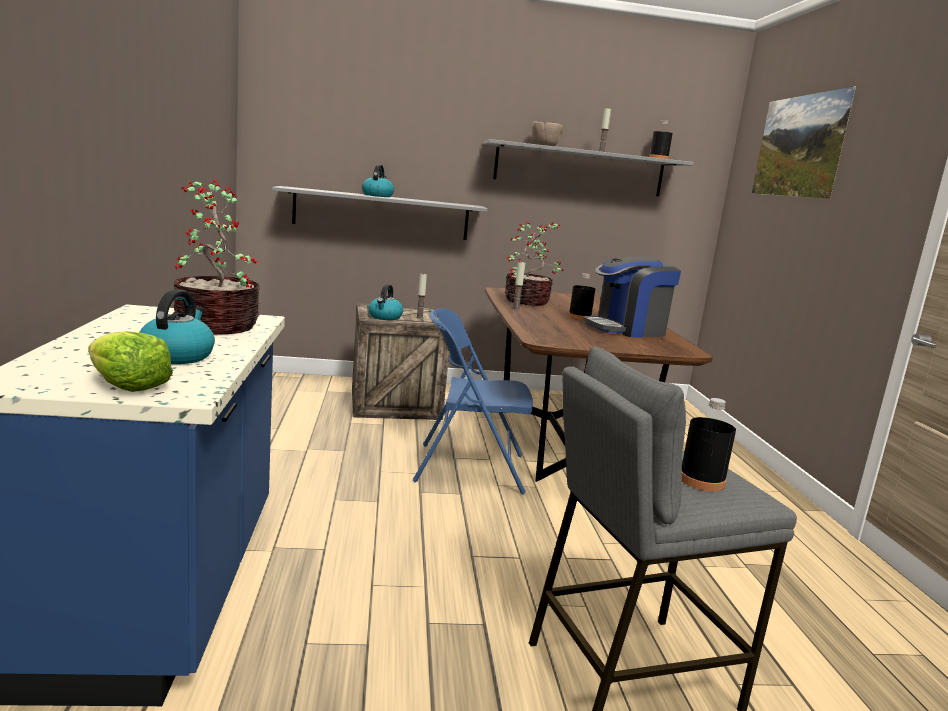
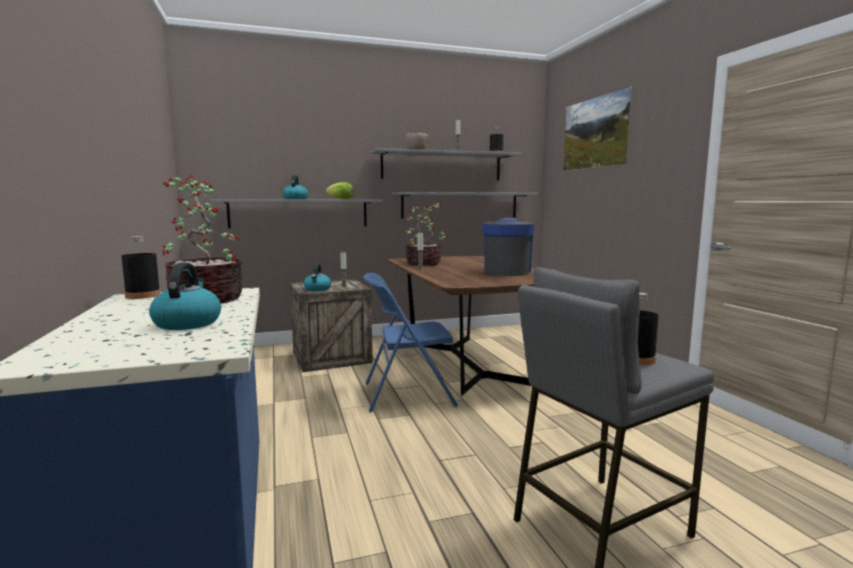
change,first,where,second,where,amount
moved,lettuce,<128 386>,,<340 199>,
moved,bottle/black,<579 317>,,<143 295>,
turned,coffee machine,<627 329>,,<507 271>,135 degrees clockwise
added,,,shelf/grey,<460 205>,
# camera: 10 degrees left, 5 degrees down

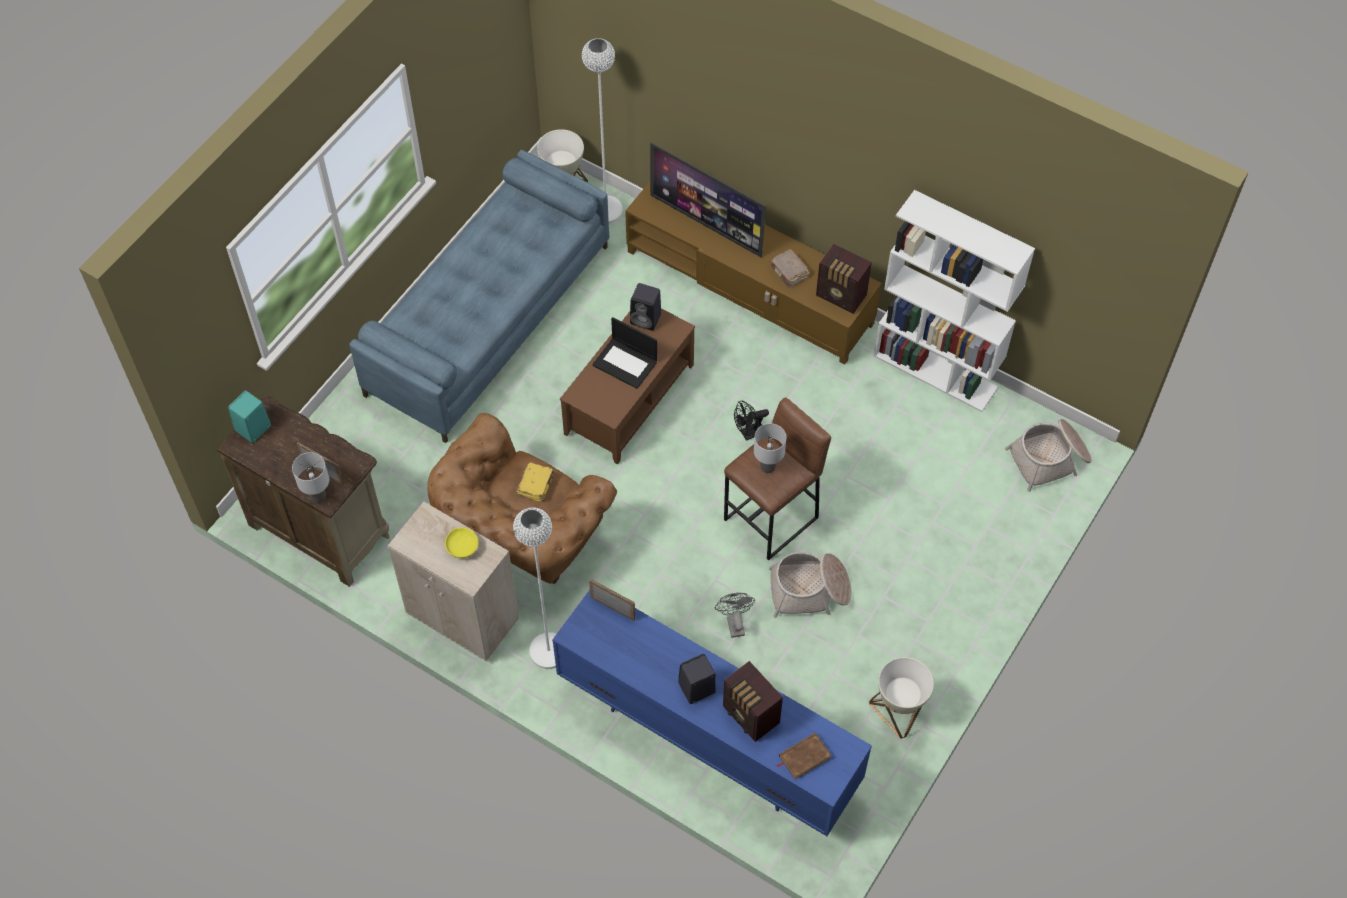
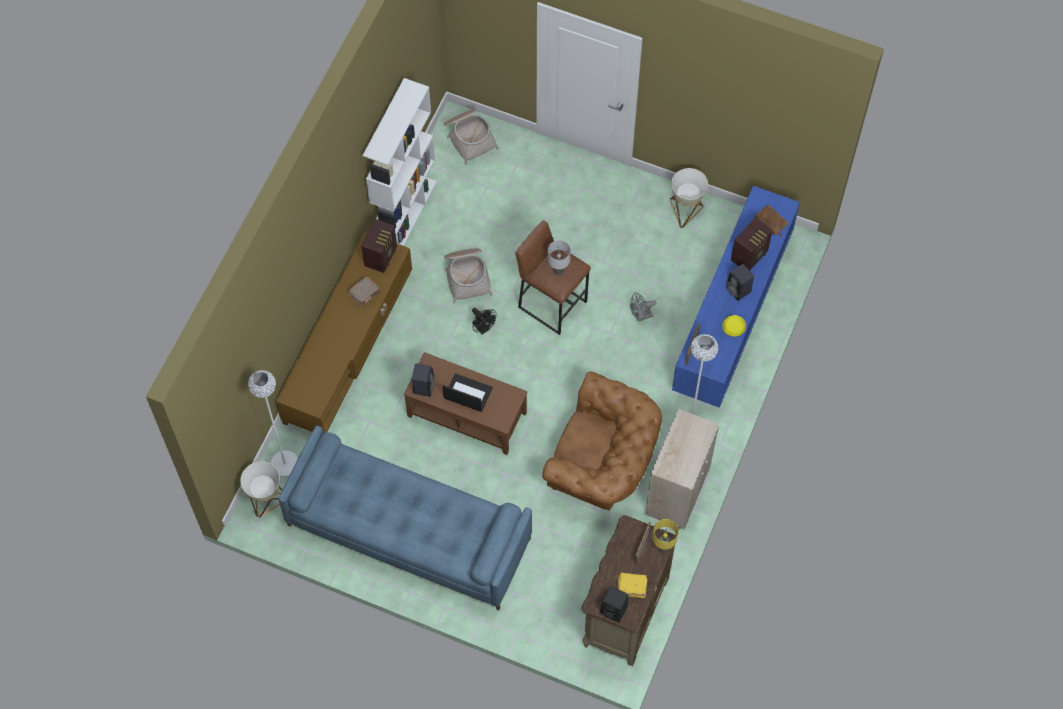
change,first,where,second,where,amount
recoloured,speaker/turquoise,<252 429>,speaker/black,<614 610>,
recoloured,table lamp/white,<318 496>,table lamp/yellow,<662 547>,
moved,bowl/yellow,<462 548>,,<733 329>,
moved,book/yellow,<536 485>,,<631 587>,
turned,laptop,<626 363>,,<467 393>,90 degrees counterclockwise
removed,television,<707 224>,,,
moved,basket,<809 591>,,<467 276>,
# camera: 100 degrees left, 5 degrees up

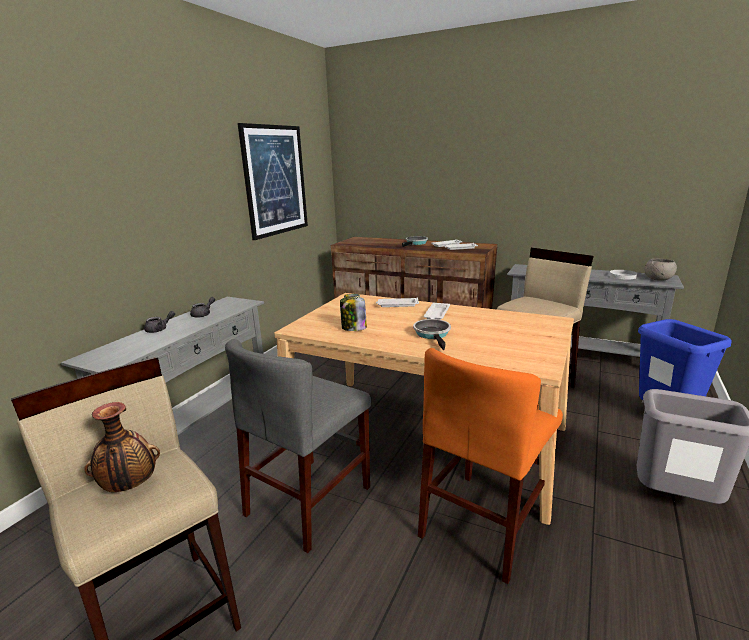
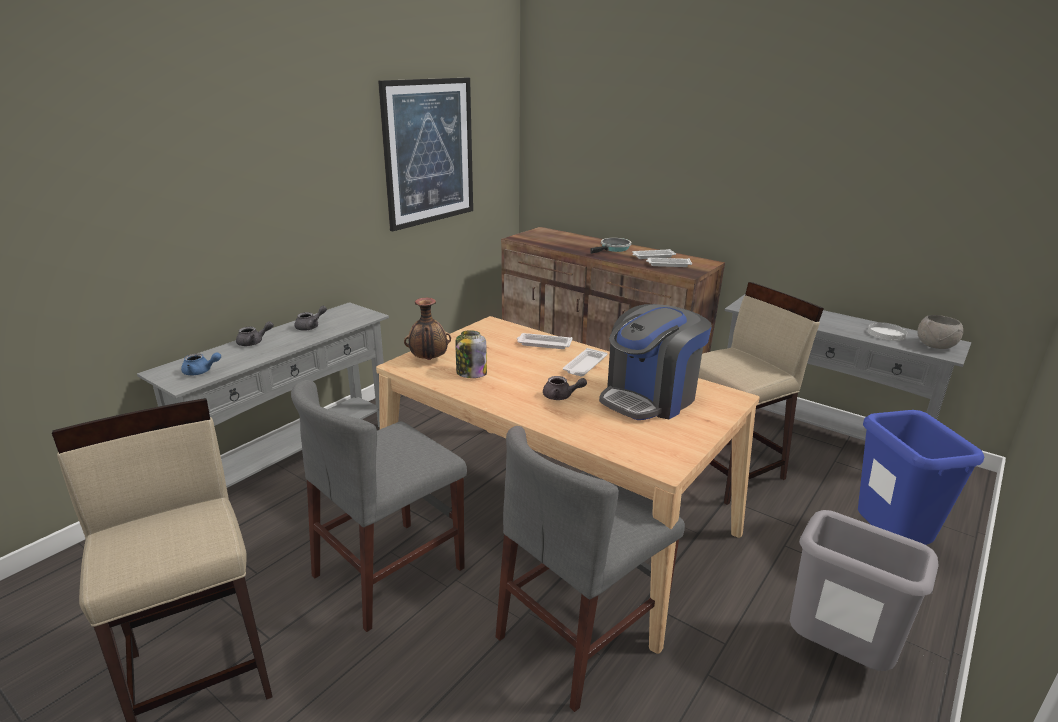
change,first,where,second,where,amount
moved,vase,<129 486>,,<428 359>,
replaced,frying pan,<433 334>,teapot/grey,<561 396>,
recoloured,chair/orange,<484 522>,chair/grey,<580 636>,
added,,,teapot/blue,<201 372>,
added,,,coffee machine,<650 398>,
# camera: 10 degrees right, 5 degrees up

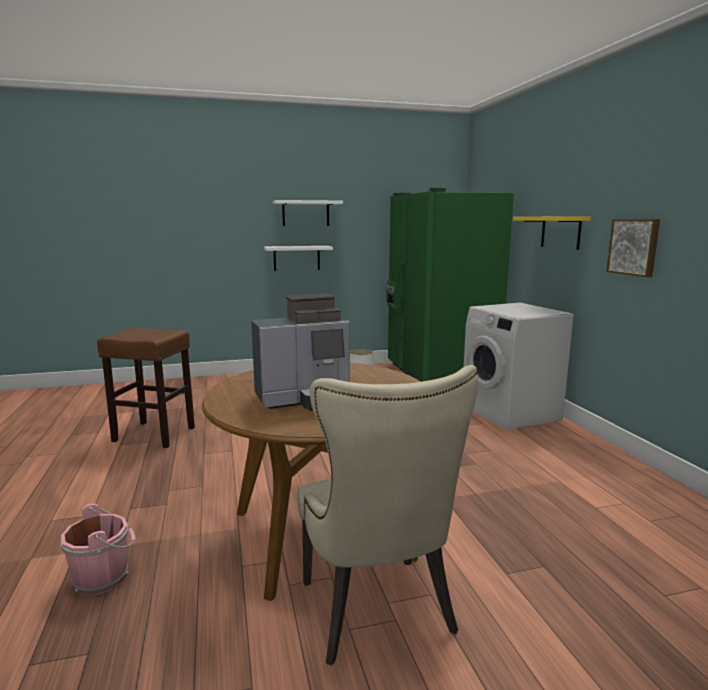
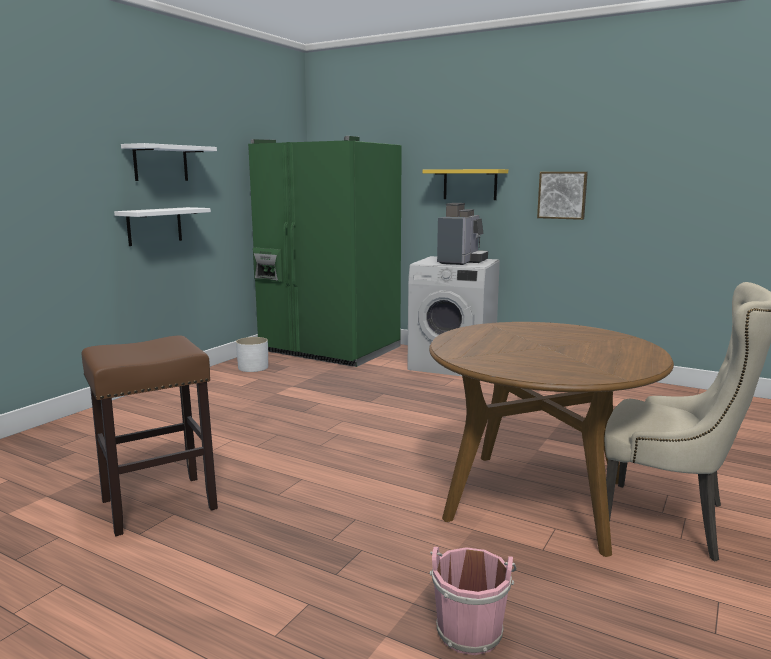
change,first,where,second,where,amount
moved,coffee machine,<306 399>,,<461 261>,
# camera: 45 degrees left, 0 degrees up

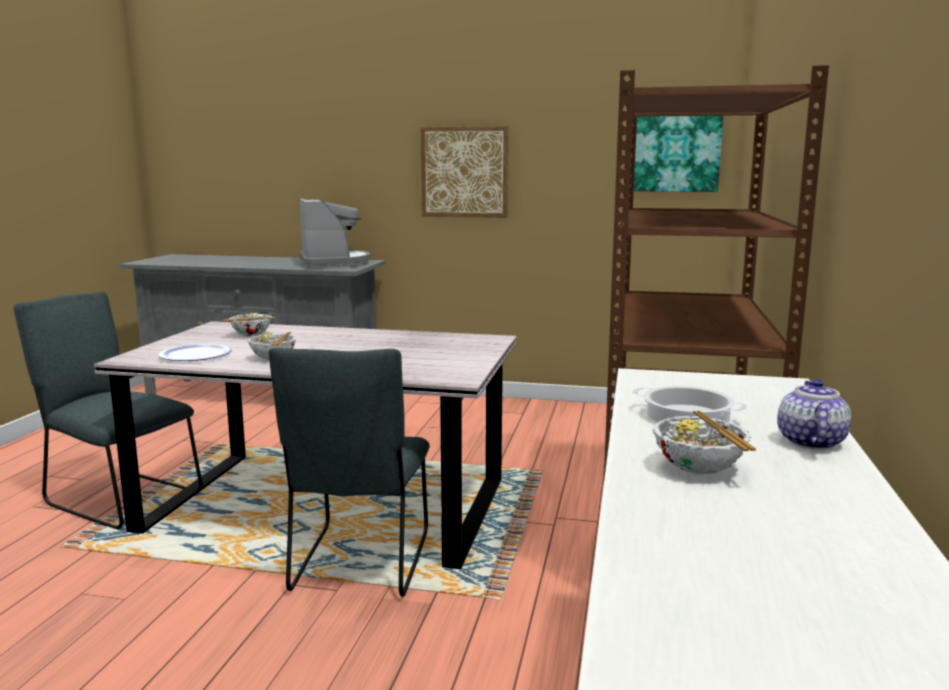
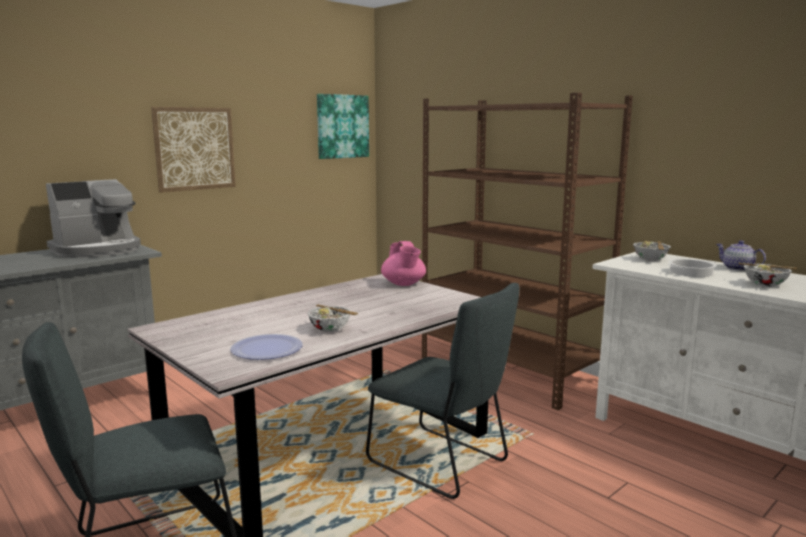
change,first,where,second,where,amount
moved,bowl,<251 334>,,<650 259>,
turned,coffee machine,<334 263>,,<98 250>,120 degrees clockwise
added,,,teapot/pink,<403 284>,
# camera: 55 degrees left, 0 degrees up

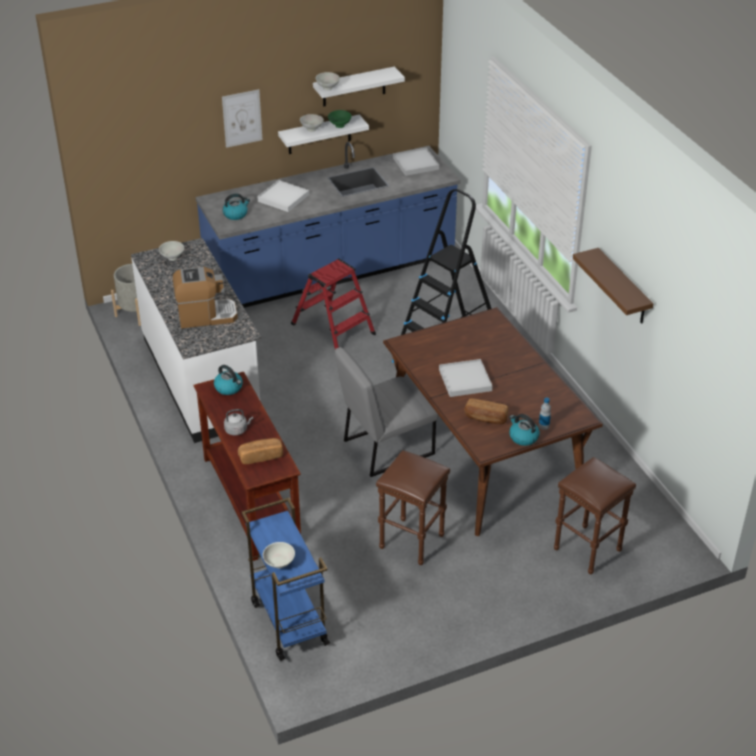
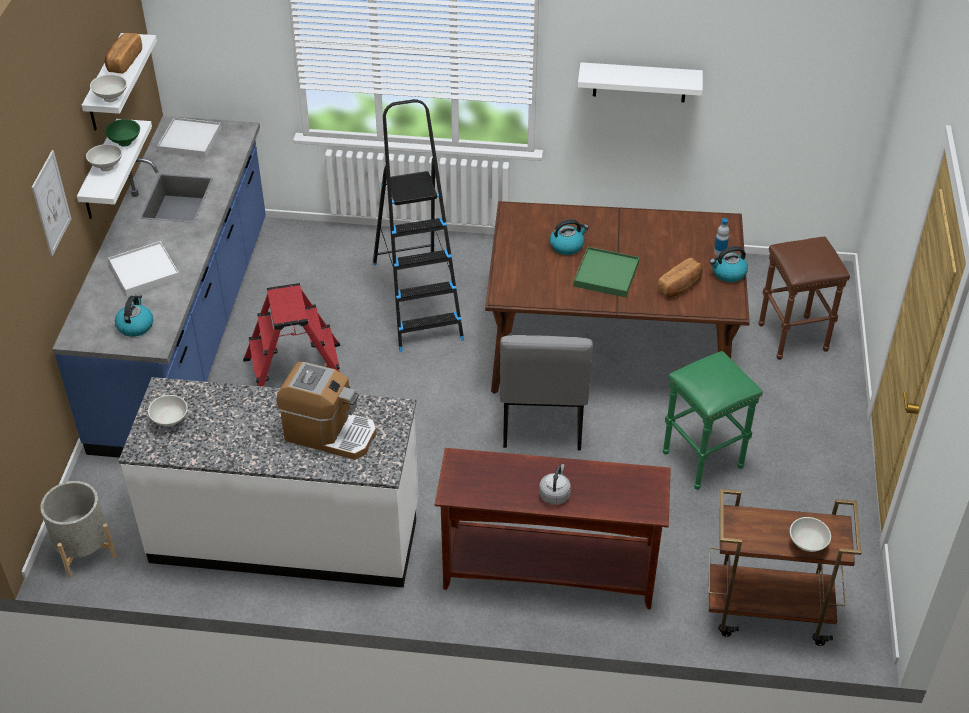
change,first,where,second,where,amount
turned,coffee machine,<206 315>,,<330 433>,90 degrees clockwise
moved,kettle,<229 388>,,<567 246>,
moved,bread,<260 456>,,<124 61>,
recoloured,cart/blue,<288 621>,cart/brown,<766 614>,
recoloured,stool/brown,<410 541>,stool/green,<702 461>,
recoloured,tray/white,<465 380>,tray/green,<606 274>,
recoloured,shelf/brown,<623 288>,shelf/white,<639 82>,
# camera: 60 degrees left, 5 degrees up

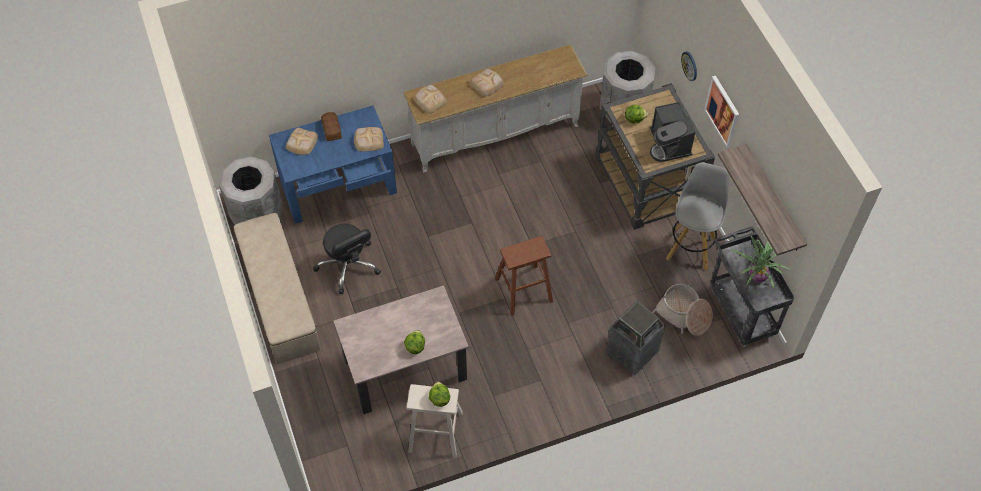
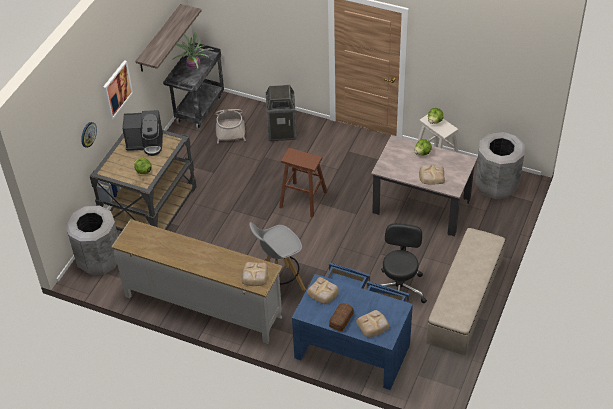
change,first,where,second,where,amount
moved,trash can/grey,<257 215>,,<496 185>,
moved,bread,<487 84>,,<431 176>,
turned,coffee machine,<669 145>,,<146 143>,60 degrees clockwise
moved,stool/grey,<691 247>,,<279 285>,
# camera: 135 degrees left, 10 degrees down

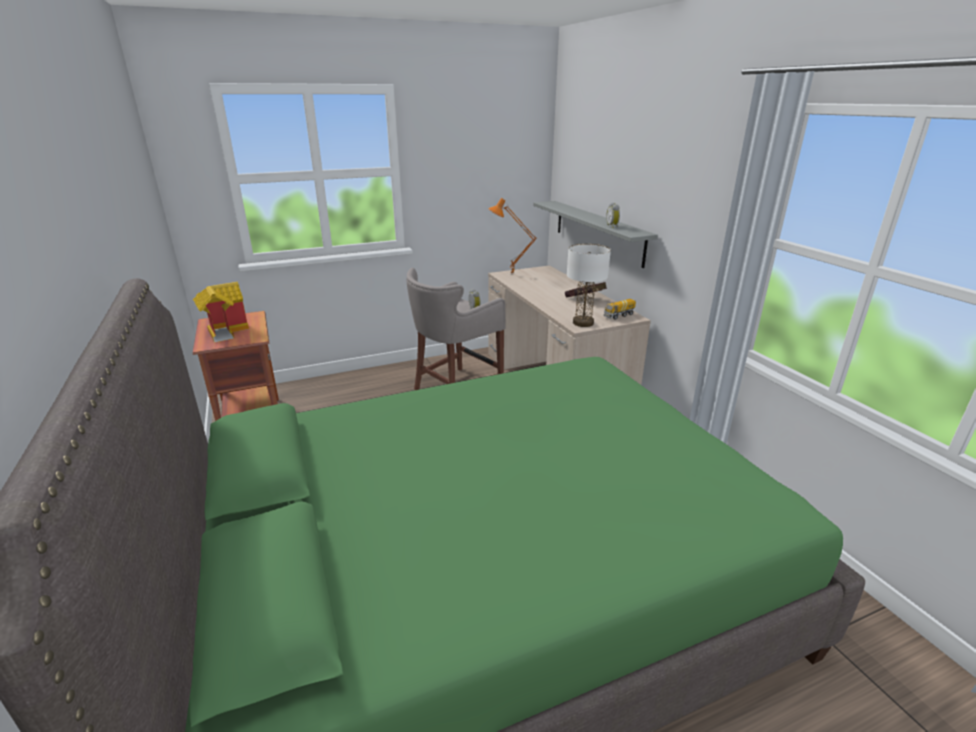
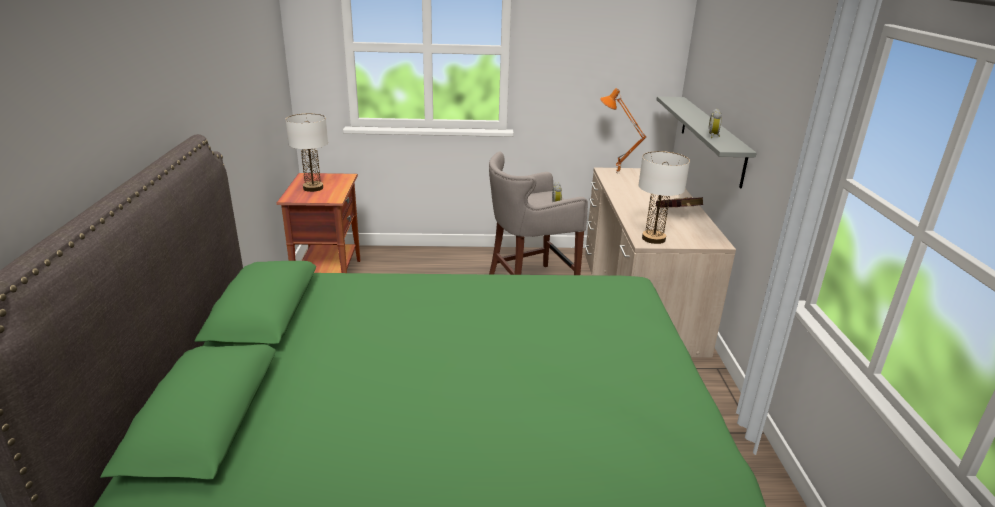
change,first,where,second,where,amount
replaced,toy house,<225 331>,table lamp,<313 188>,
removed,toy truck,<618 315>,,,
# camera: 20 degrees right, 0 degrees up

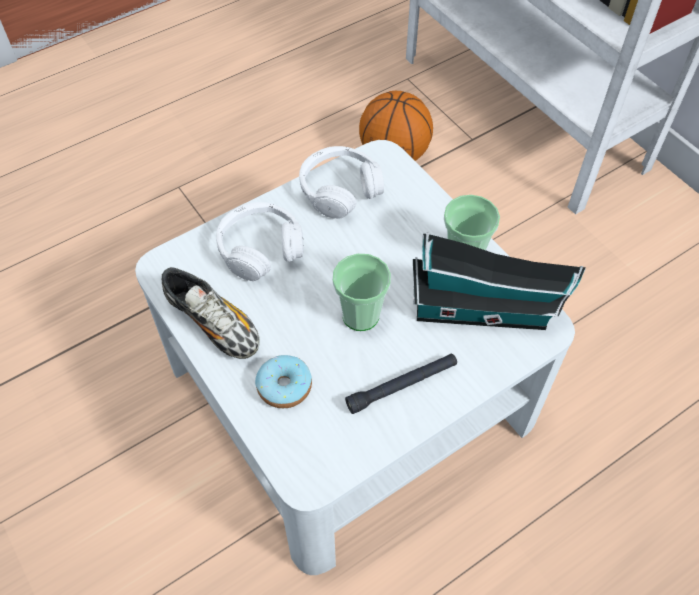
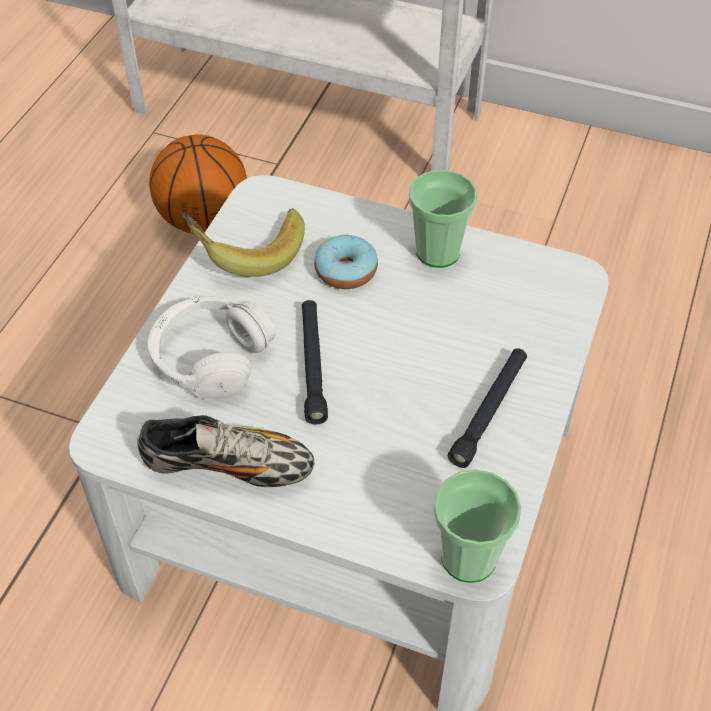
change,first,where,second,where,amount
moved,donut,<284 387>,,<346 271>,
replaced,headphones/white,<339 189>,banana,<246 251>,
moved,cup,<360 315>,,<468 558>,
removed,toy house,<486 311>,,,
added,,,flashlight/black,<312 365>,
# camera: 35 degrees left, 5 degrees down

